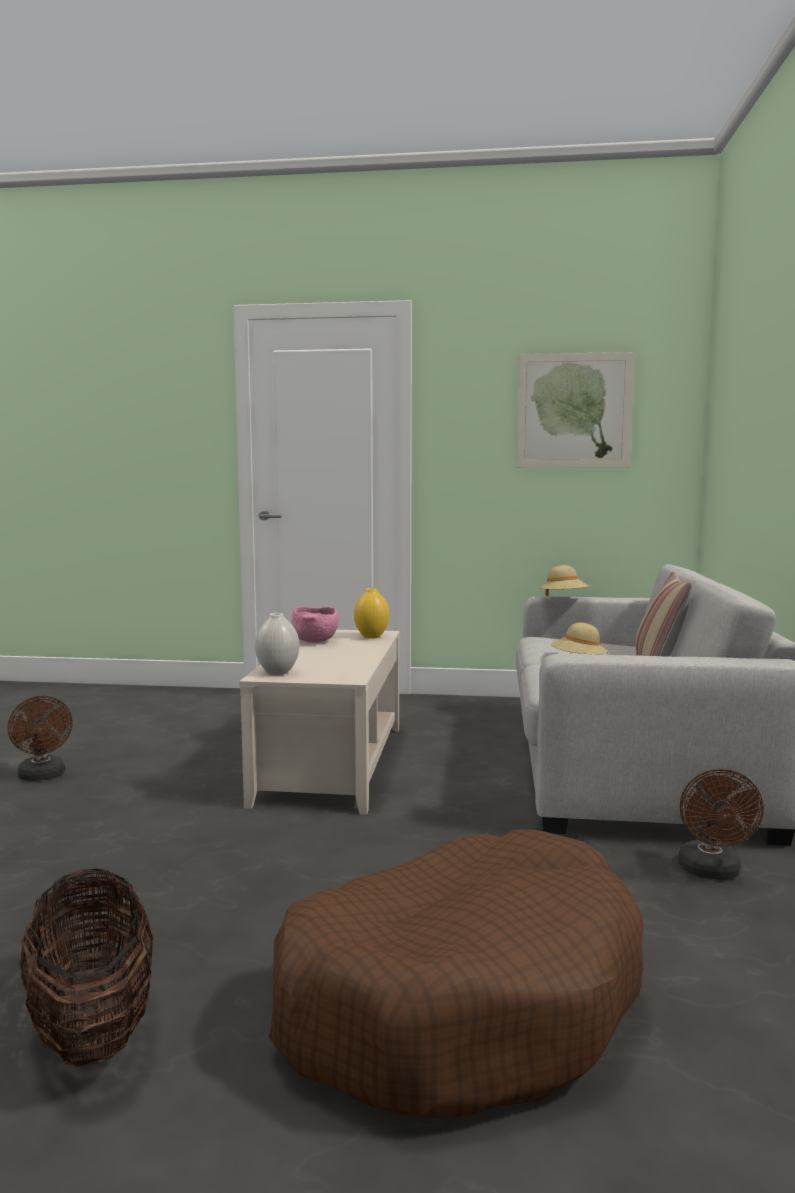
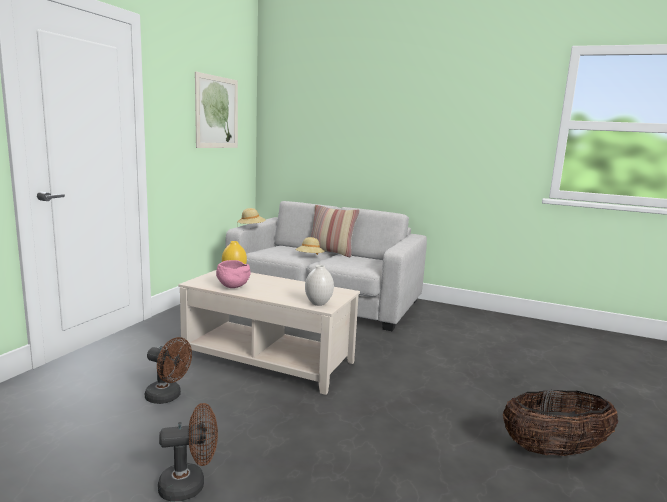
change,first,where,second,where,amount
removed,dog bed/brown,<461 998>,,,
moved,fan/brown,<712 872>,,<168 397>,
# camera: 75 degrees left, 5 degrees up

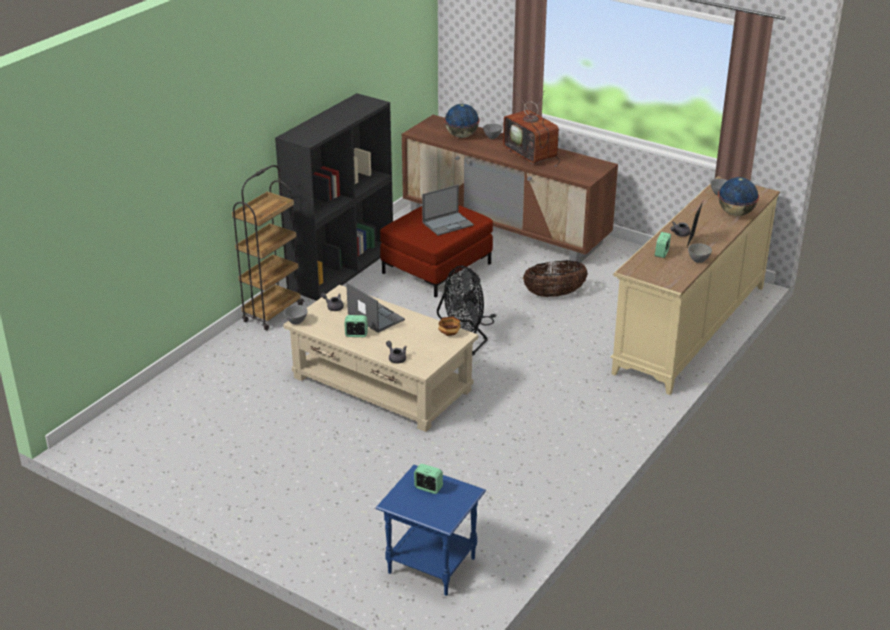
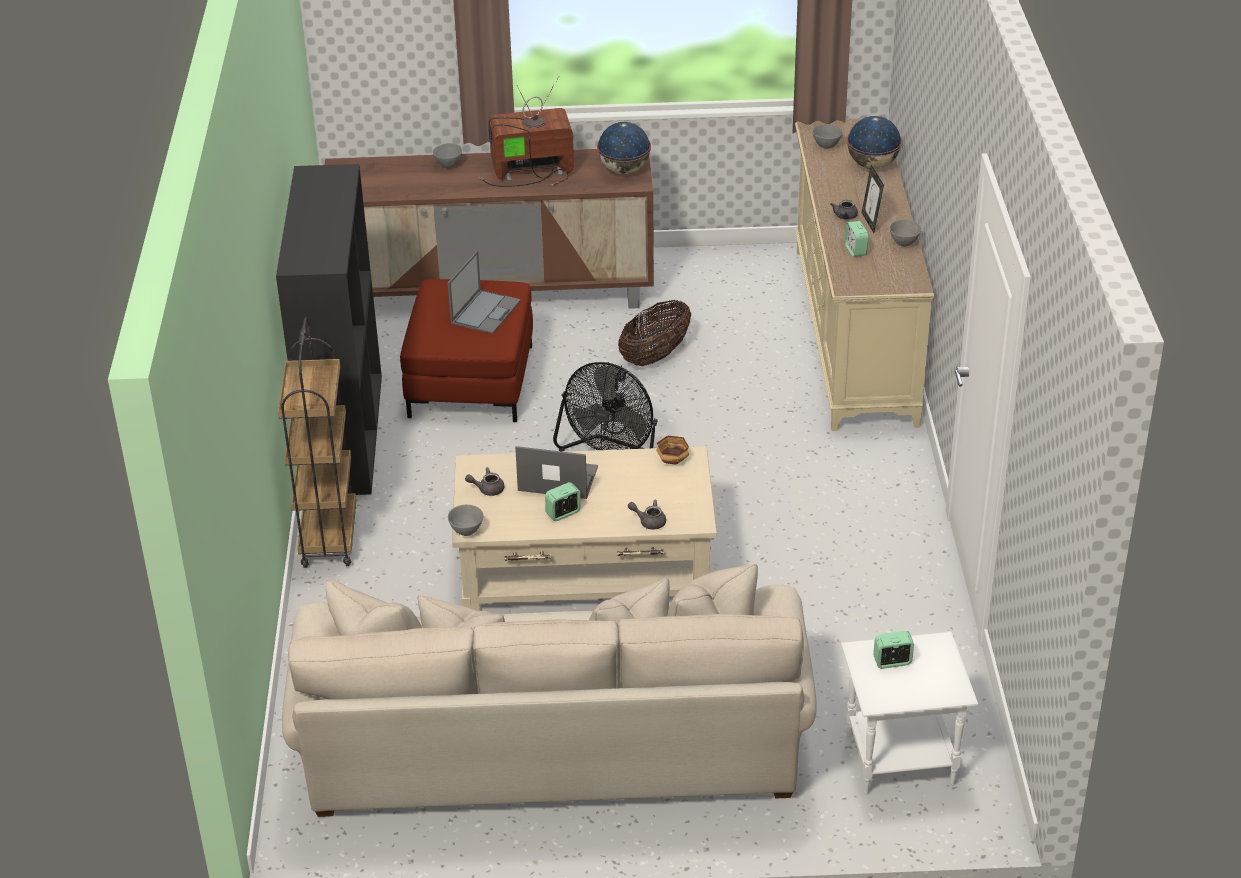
change,first,where,second,where,amount
recoloured,side table/blue,<430 565>,side table/white,<898 760>,
moved,globe,<461 136>,,<623 170>,
turned,television,<532 154>,,<530 172>,150 degrees clockwise
added,,,sofa/beige,<553 749>,
# camera: 35 degrees left, 5 degrees up

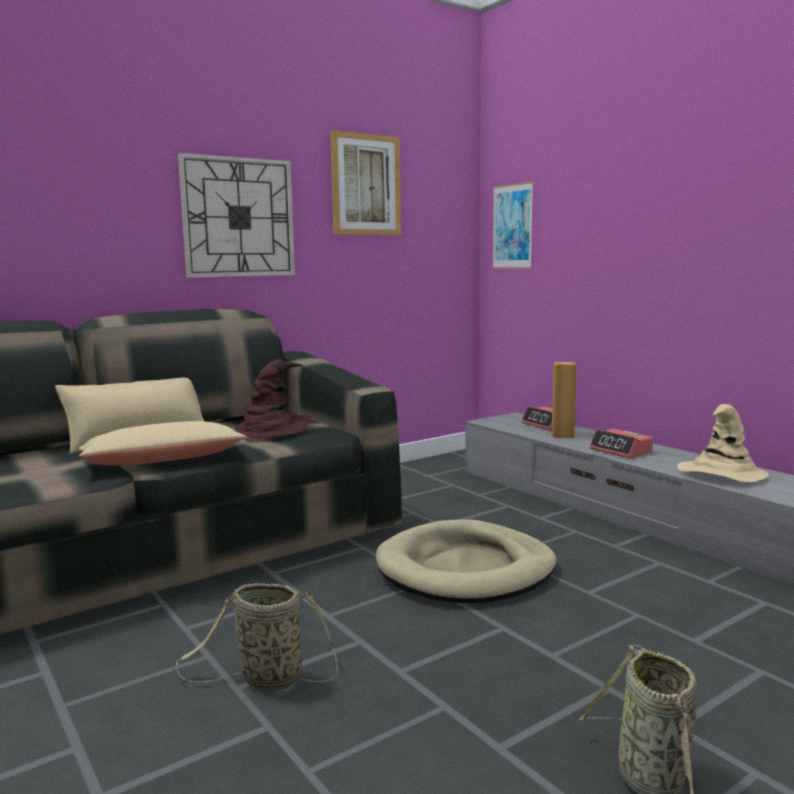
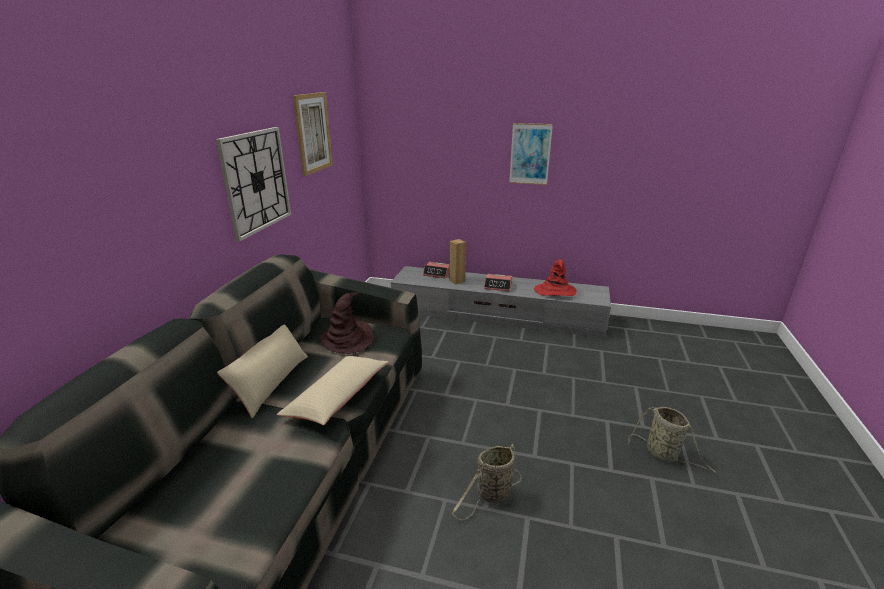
change,first,where,second,where,amount
removed,dog bed/beige,<466 569>,,,
moved,picture,<512 226>,,<530 154>,
recoloured,hat/beige,<721 474>,hat/red,<555 291>,
# camera: 40 degrees left, 15 degrees up

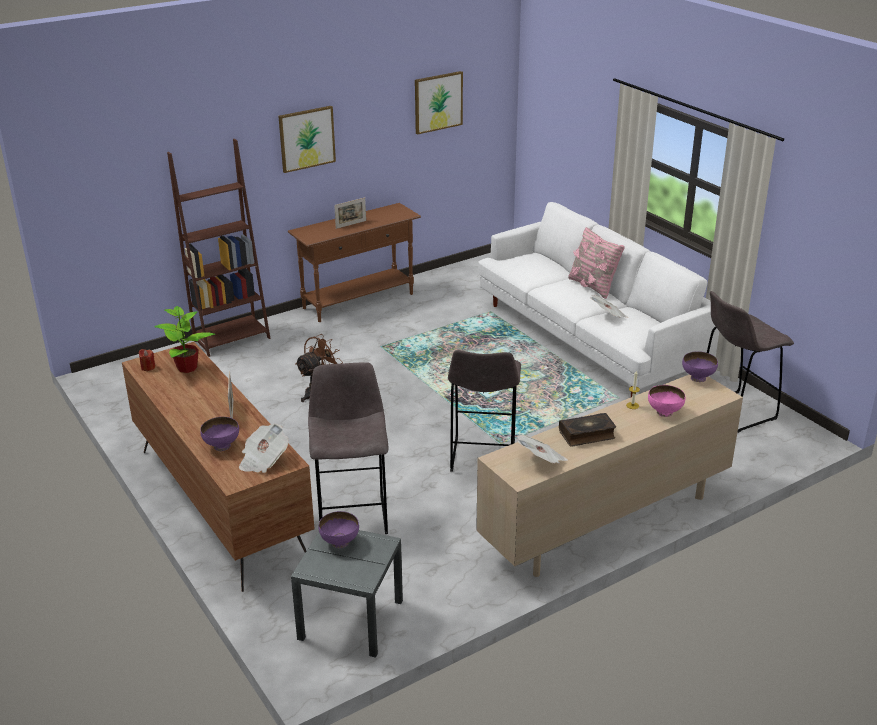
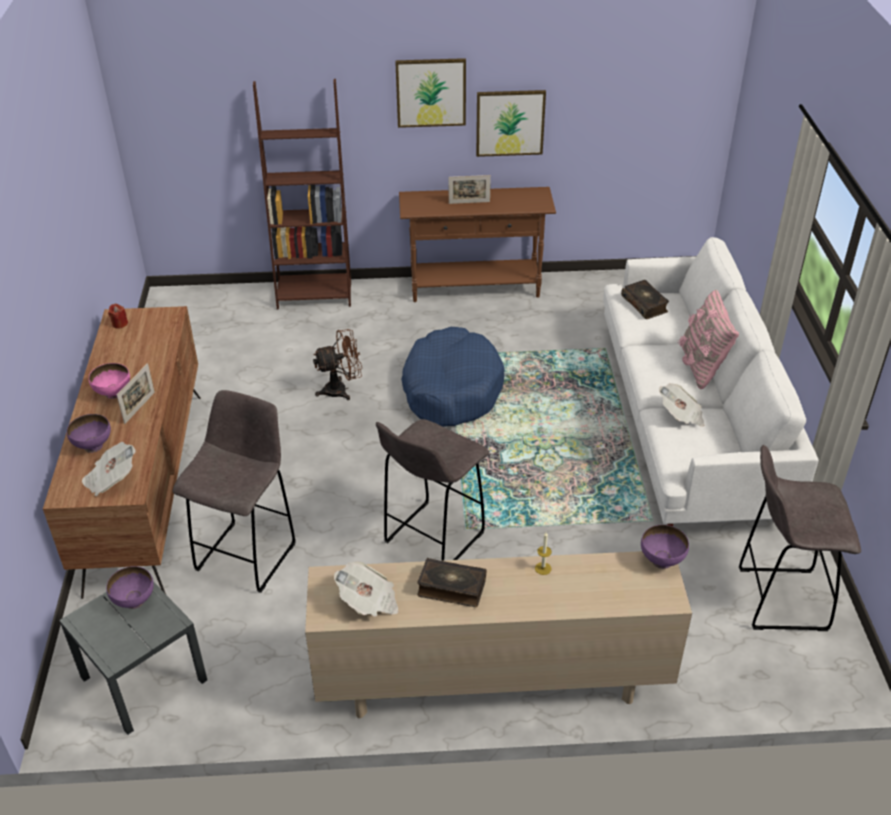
change,first,where,second,where,amount
removed,potted plant,<187 368>,,,
moved,picture,<438 102>,,<510 122>,
moved,bowl/pink,<664 413>,,<113 393>,
added,,,dog bed/blue,<451 389>,
added,,,book,<645 304>,
# camera: 30 degrees right, 10 degrees up

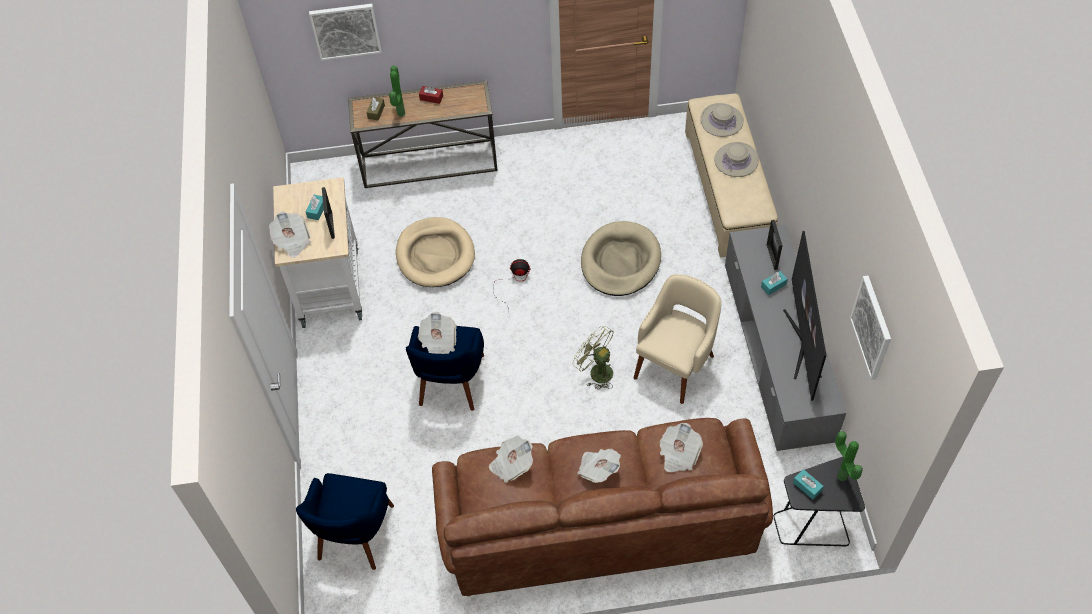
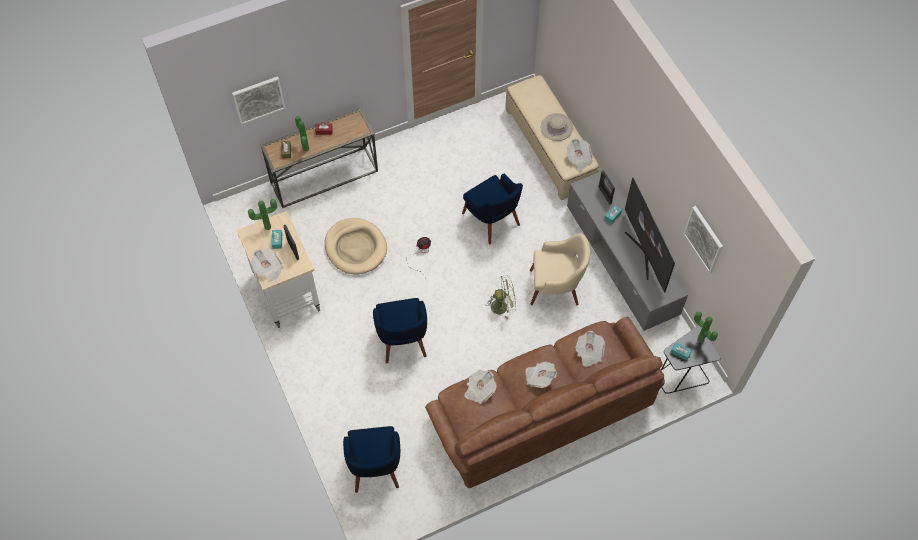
change,first,where,second,where,amount
moved,newspaper,<438 342>,,<579 159>,
turned,fan/green,<596 371>,,<502 306>,150 degrees clockwise
replaced,dog bed/beige,<620 261>,armchair/blue,<492 220>,
turned,armchair/beige,<675 365>,,<556 287>,75 degrees clockwise
removed,hat/beige,<721 121>,,,
added,,,potted plant,<267 226>,
# camera: 20 degrees left, 5 degrees up

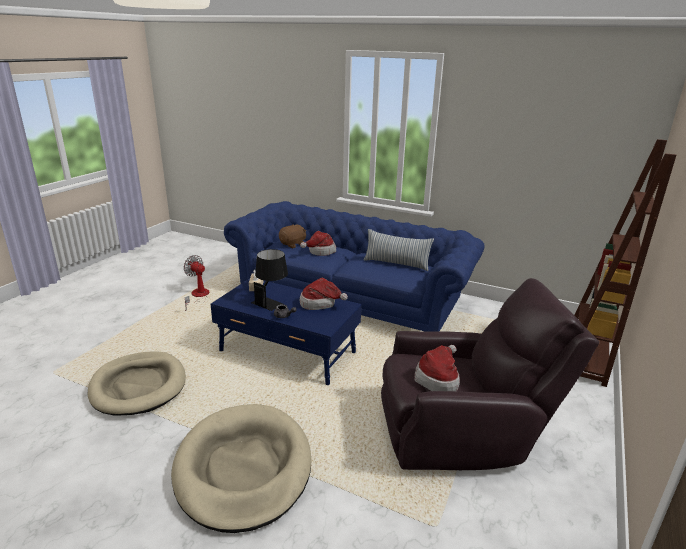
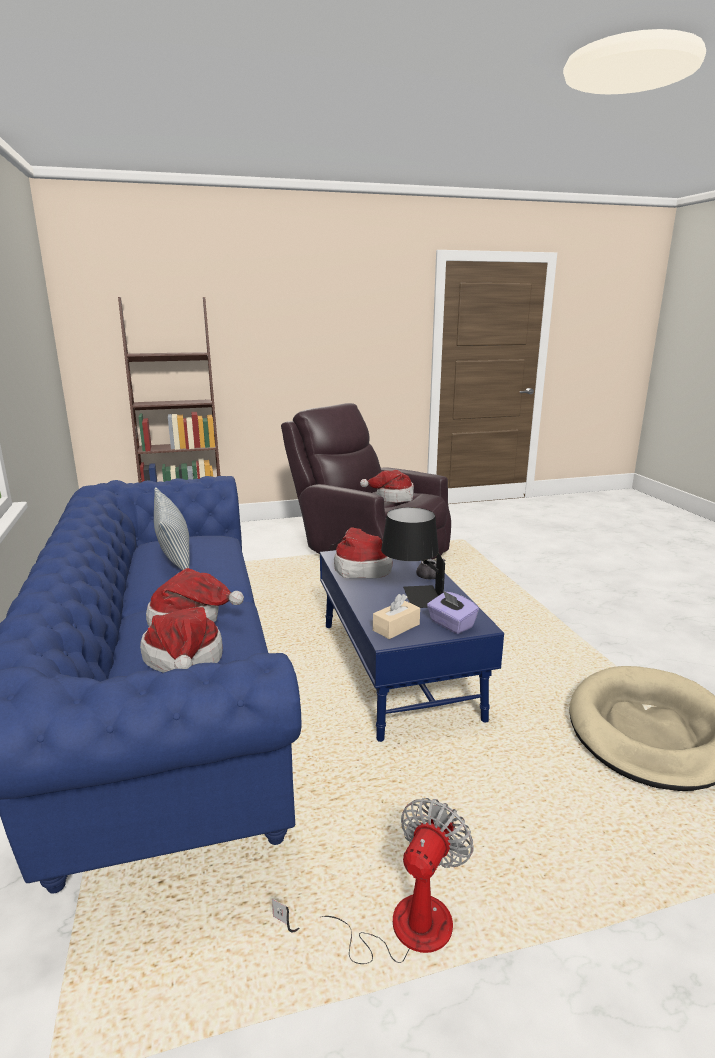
change,first,where,second,where,amount
removed,dog bed/beige,<243 468>,,,
turned,fan,<198 296>,,<398 928>,150 degrees counterclockwise
replaced,plush toy/brown,<293 244>,hat,<184 662>,
added,,,tissue box/purple,<451 624>,
# camera: 130 degrees left, 5 degrees down

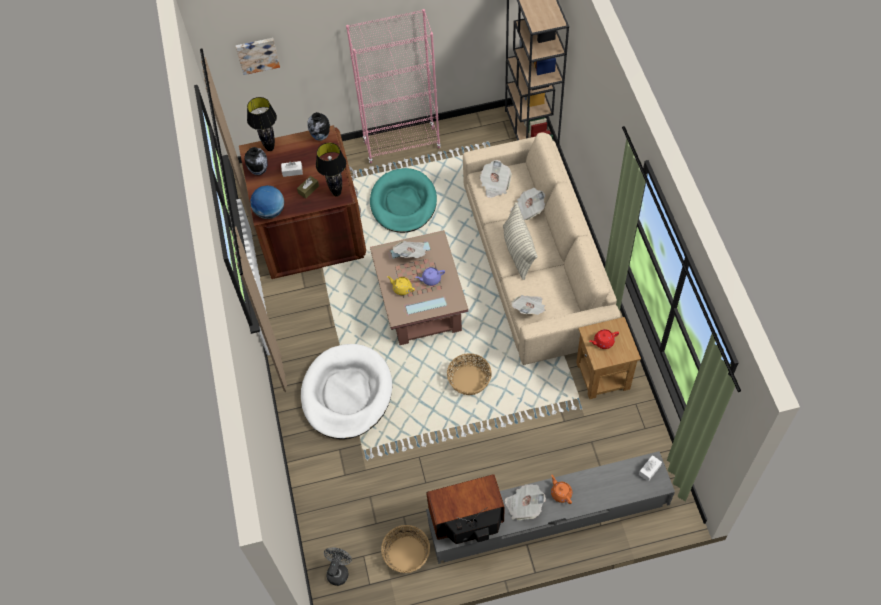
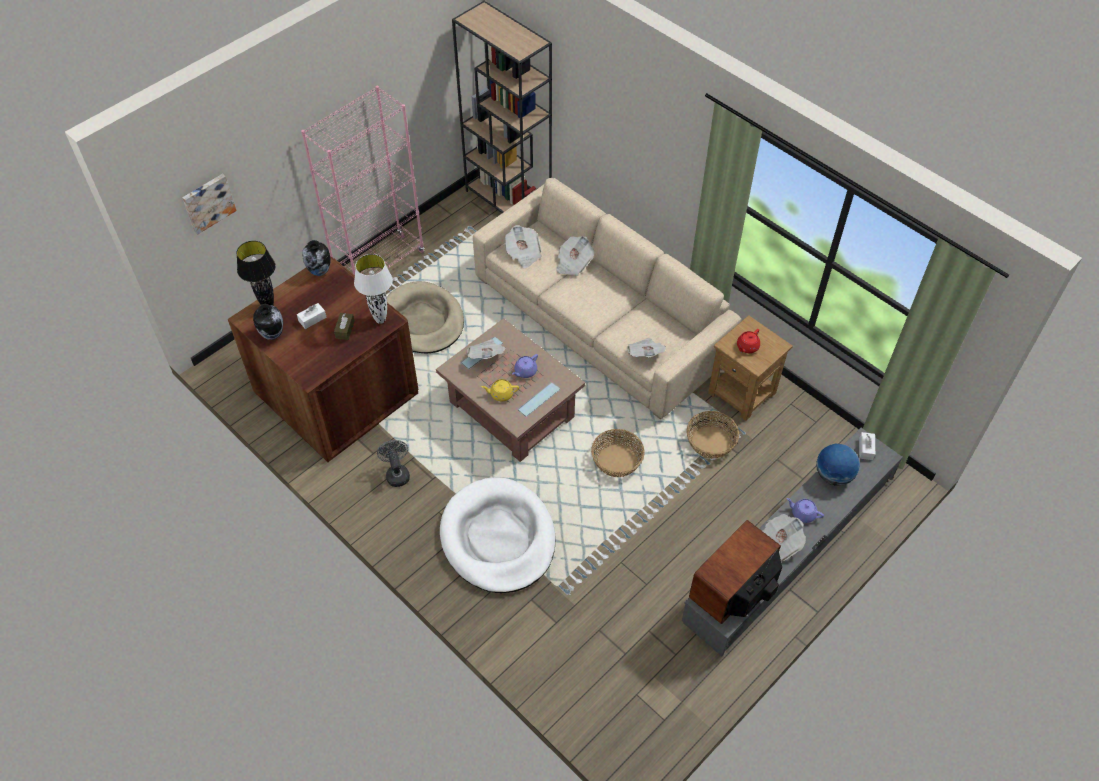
change,first,where,second,where,amount
moved,globe,<270 212>,,<833 475>,
recoloured,table lamp/black,<336 193>,table lamp/white,<380 320>,
moved,fan/grey,<338 571>,,<397 473>,
recoloured,dog bed/turquoise,<403 203>,dog bed/beige,<422 321>,
moved,basket,<406 554>,,<710 443>,
removed,pillow,<518 251>,,,
recoloured,teapot/orange,<561 493>,teapot/purple,<803 513>,
# camera: 35 degrees left, 5 degrees down

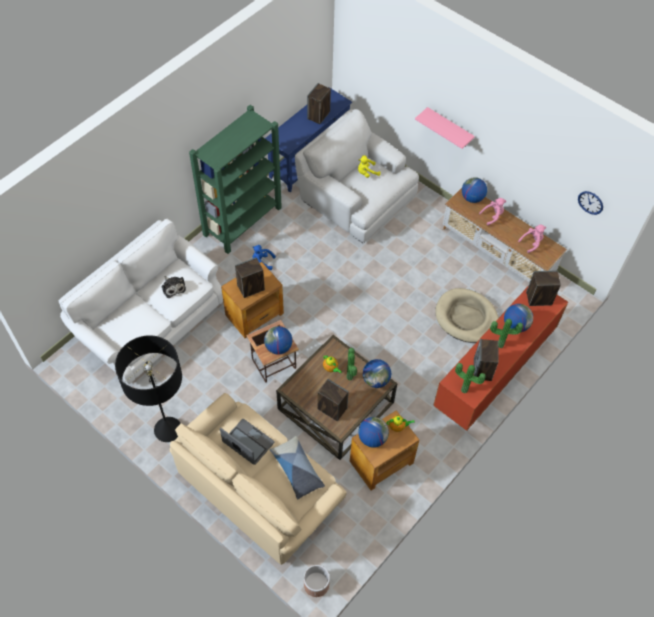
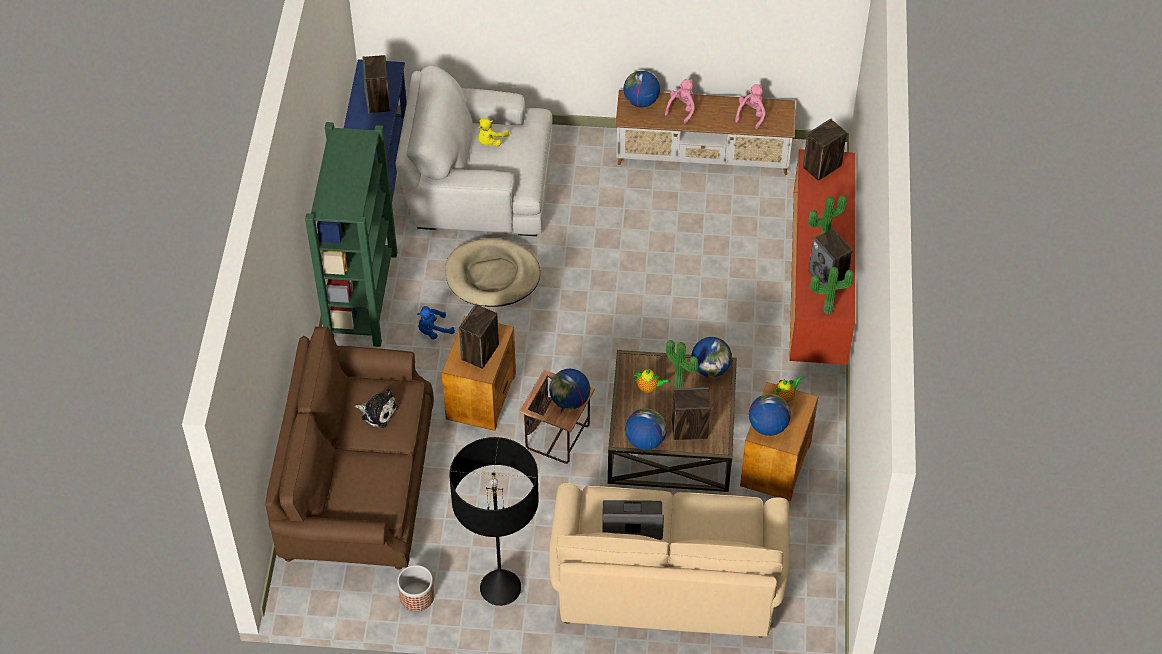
change,first,where,second,where,amount
recoloured,sofa/white,<150 321>,sofa/brown,<357 484>,
removed,pillow,<297 470>,,,
moved,planter,<316 584>,,<416 596>,
removed,shelf/pink,<449 128>,,,
moved,dog bed/beige,<466 317>,,<492 276>,
moved,globe,<515 325>,,<645 440>,
removed,wall clock,<590 202>,,,
# camera: 35 degrees left, 5 degrees down

